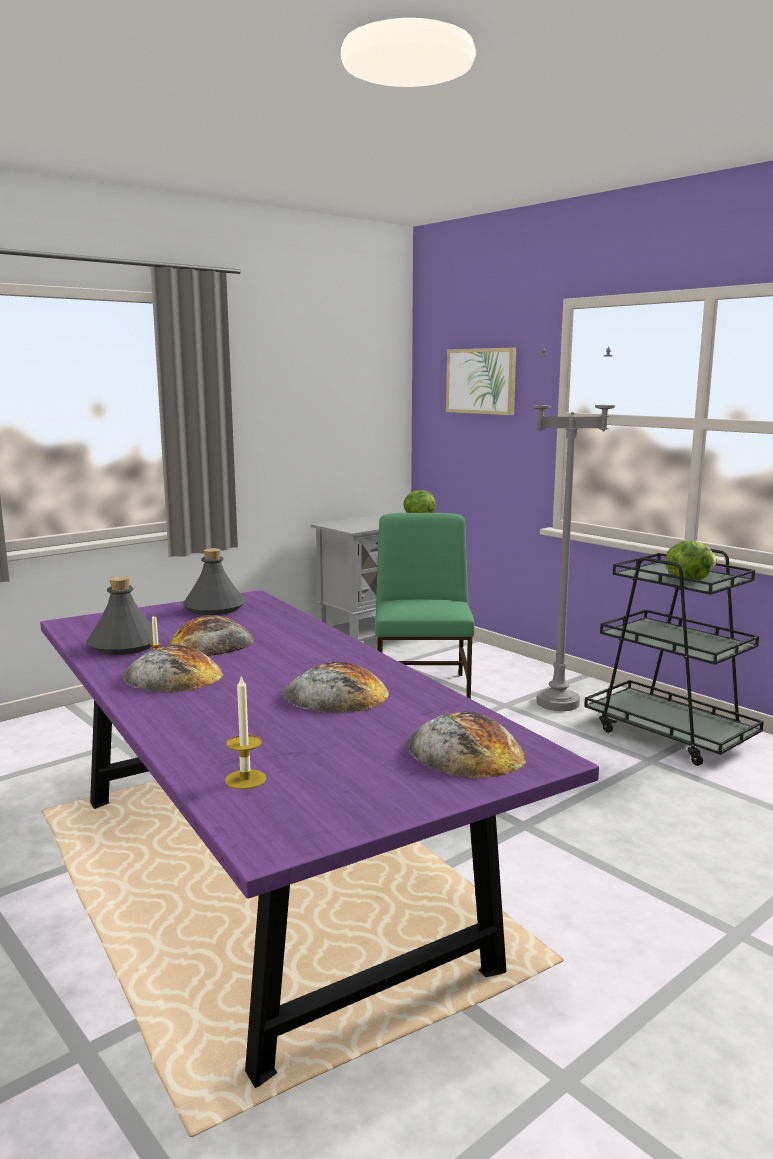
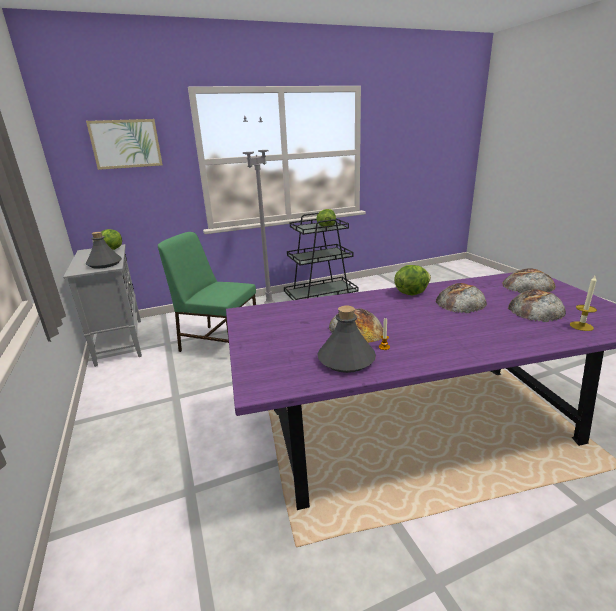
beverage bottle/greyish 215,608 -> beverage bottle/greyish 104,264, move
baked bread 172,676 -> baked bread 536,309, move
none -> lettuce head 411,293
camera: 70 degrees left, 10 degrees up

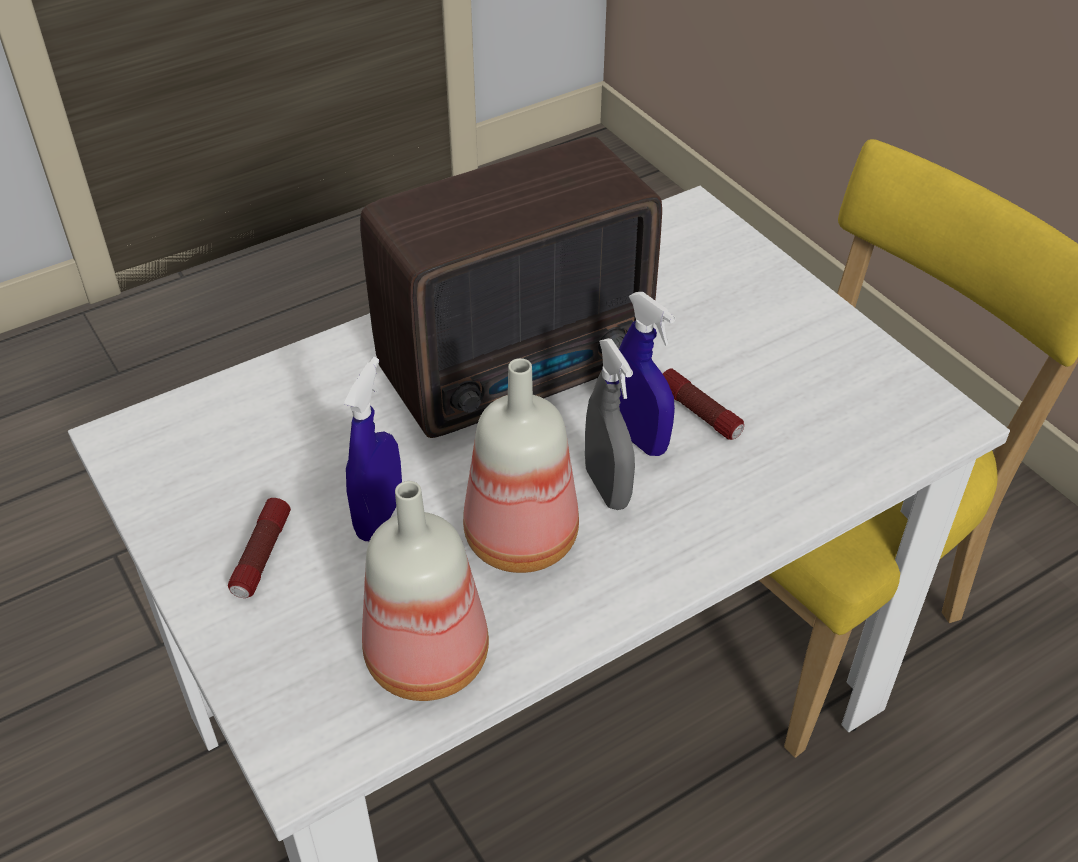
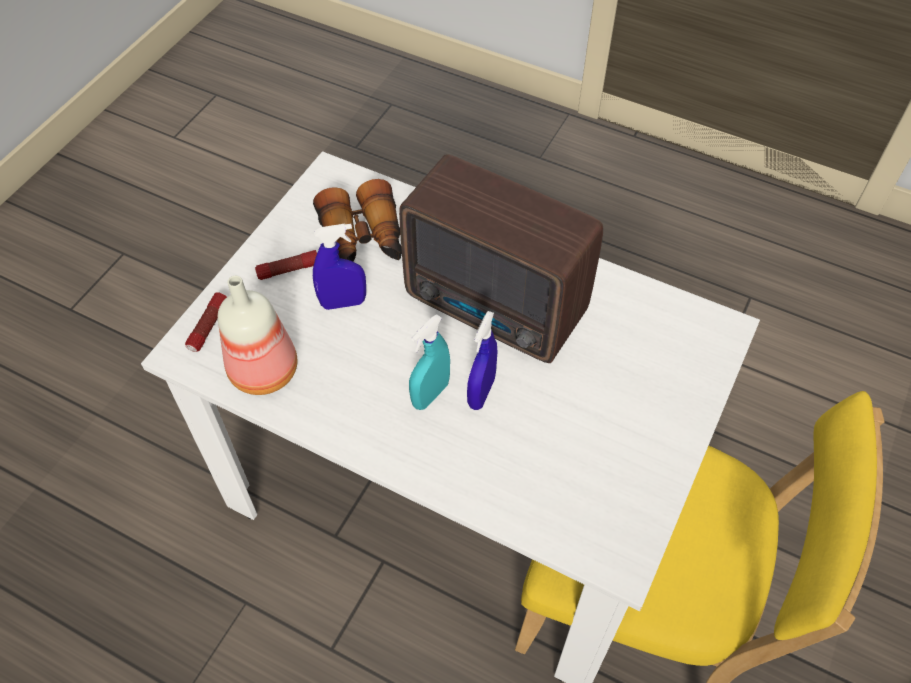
hand sprayer/greyish 607,488 -> hand sprayer/blue-green 430,394
beverage bottle 519,541 -> none
hand torch 699,413 -> hand torch 208,327, move
none -> pair of binoculars 363,240
camera: 60 degrees right, 10 degrees up

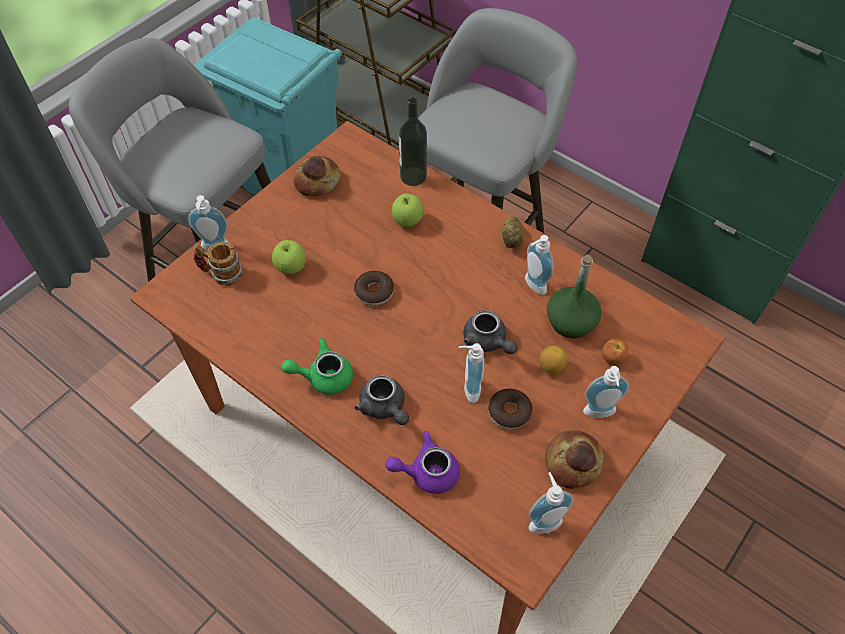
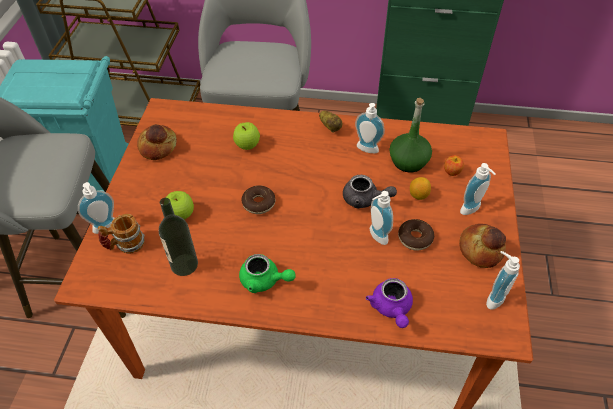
beverage bottle 413,176 -> beverage bottle 184,265, move
teapot/green-coloured 323,377 -> teapot/green-coloured 264,281, 120 degrees counterclockwise
teapot/greyish 384,408 -> none
teapot/purple 426,472 -> teapot/purple 391,308, 60 degrees counterclockwise
camera: 30 degrees left, 5 degrees down

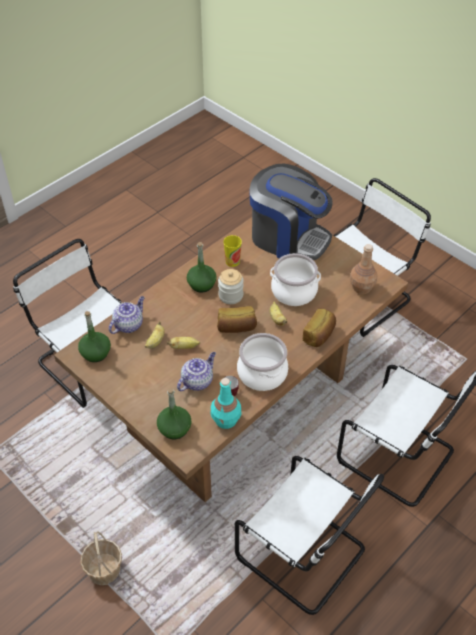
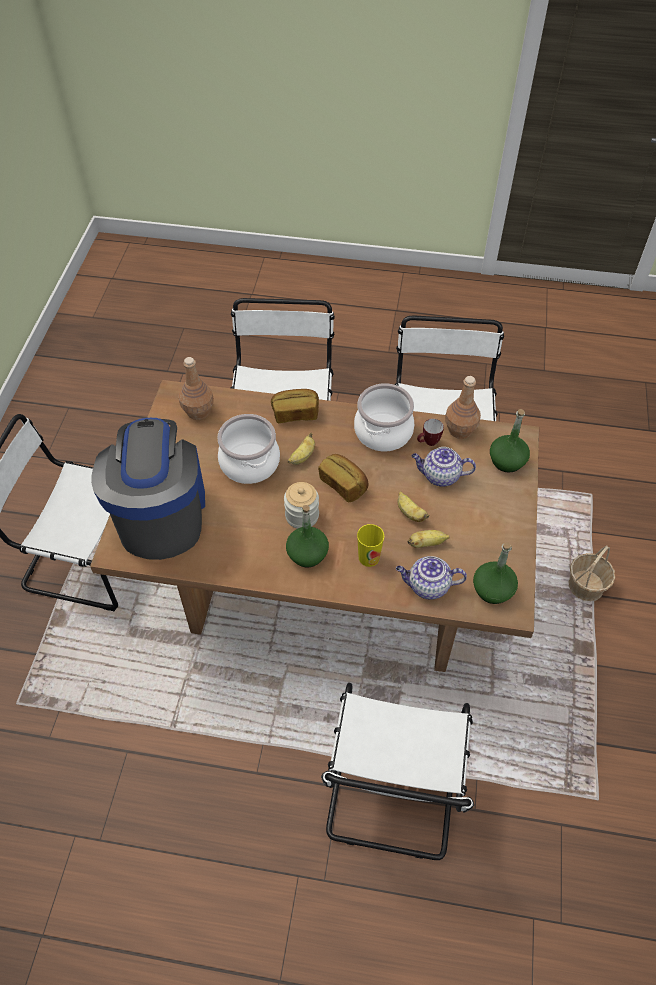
drinking cup 232,261 -> drinking cup 369,557, move
beverage bottle/blue-green 226,420 -> beverage bottle/brown 460,429
camera: 125 degrees left, 5 degrees up

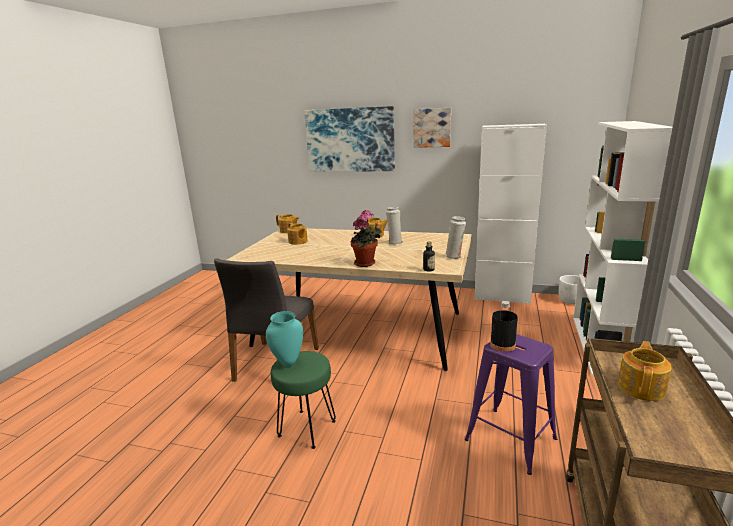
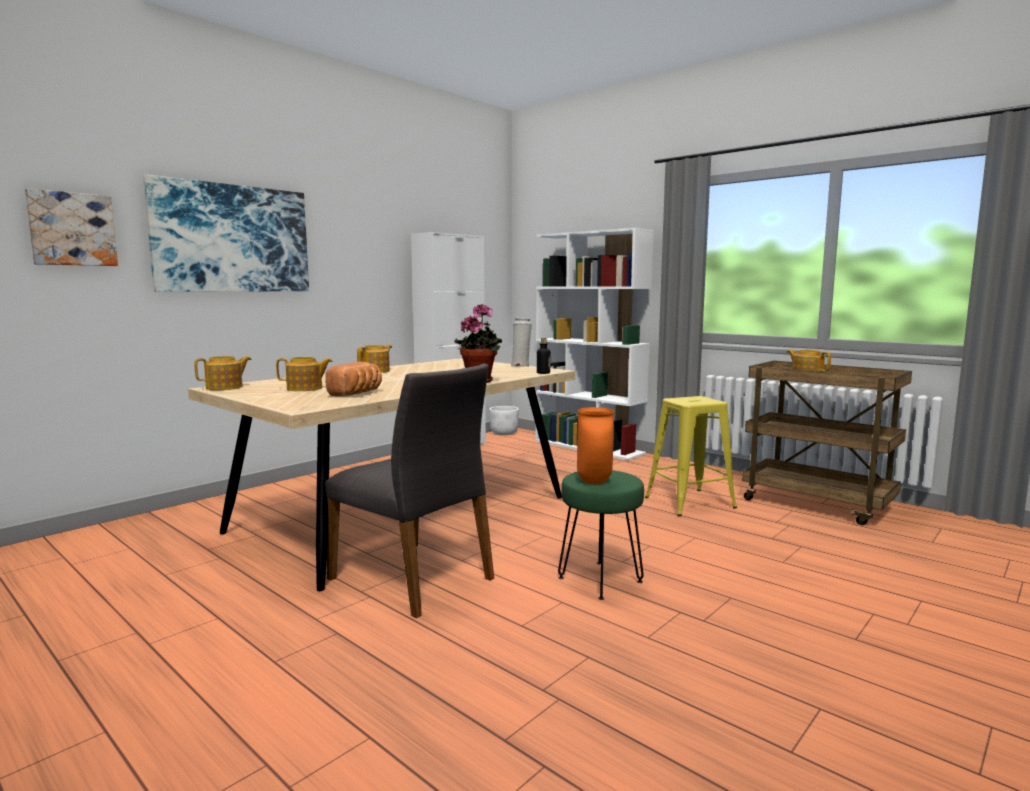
wall art 432,127 -> wall art 72,229, move
flower vase/whitish 394,243 -> none
beverage bottle/black-coloured 502,345 -> none
flower vase/blue-green 288,362 -> flower vase/orangey 593,482
stool seat/purple 510,439 -> stool seat/yellow-coloured 689,502
none -> baked bread 357,393
camera: 65 degrees left, 10 degrees down

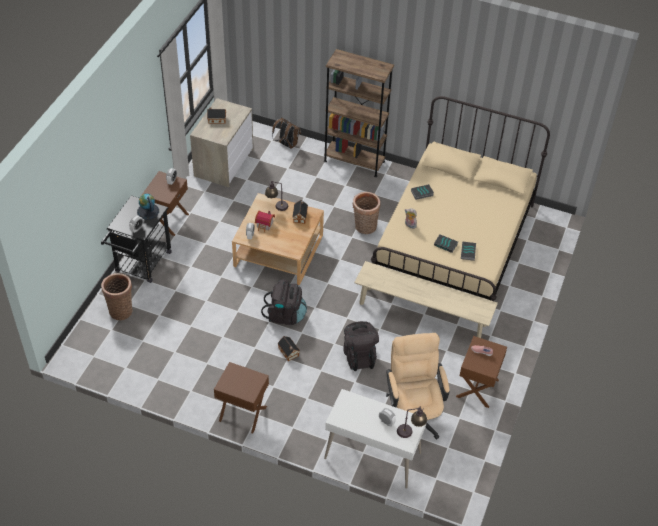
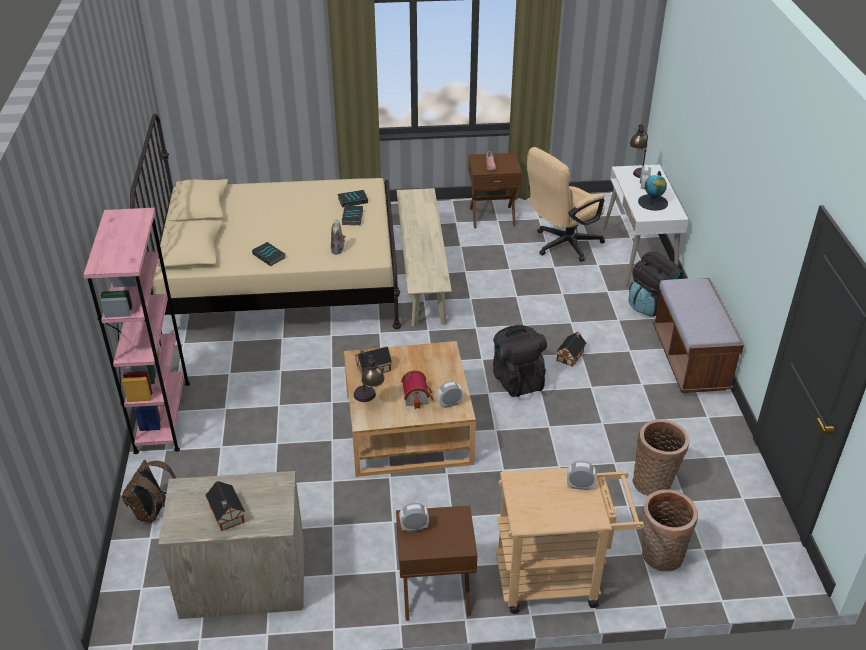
bookcase/brown 354,161 -> bookcase/pink 162,416
storage basket 364,227 -> storage basket 654,483, move
globe 148,211 -> globe 653,202, move
trolley/black-coloured 141,265 -> trolley/beige-coloured 557,578
backpack/black-coloured 359,356 -> backpack/black-coloured 652,305, move
bedside table/brown 242,414 -> long seat/brown 690,360
camera: 115 degrees left, 10 degrees down

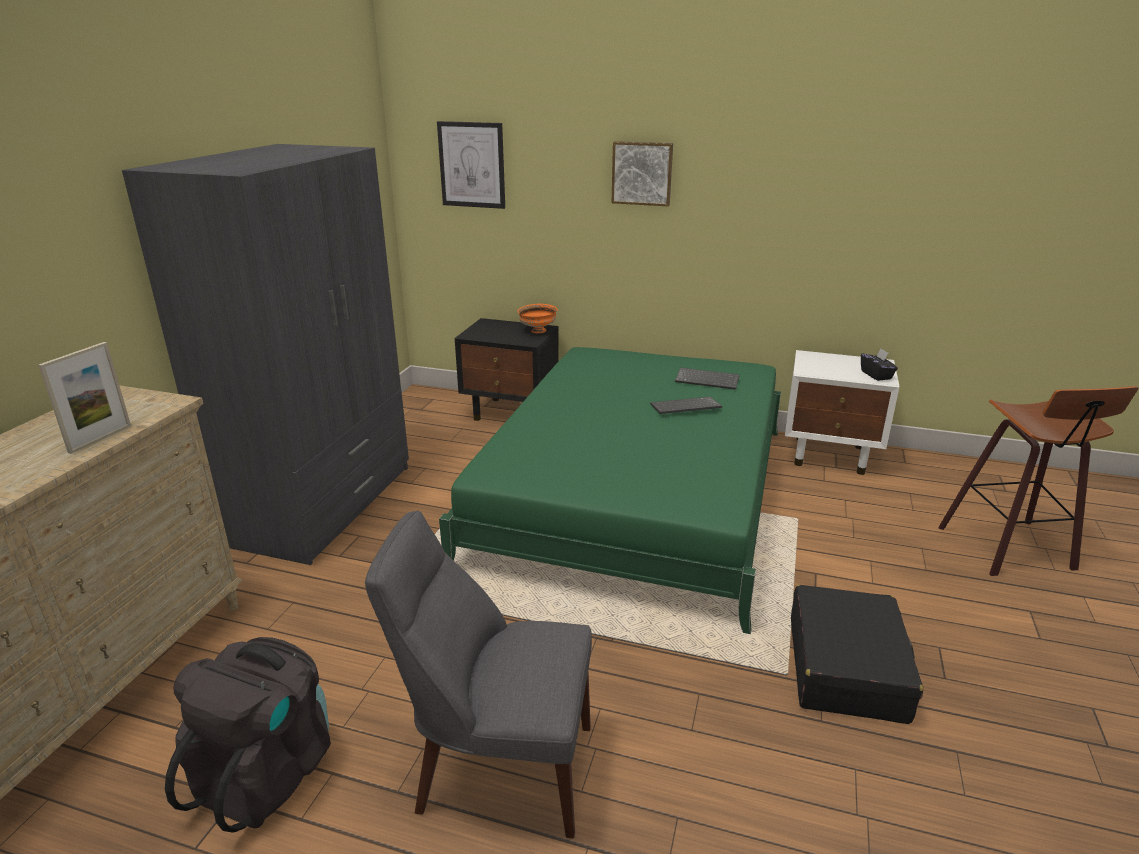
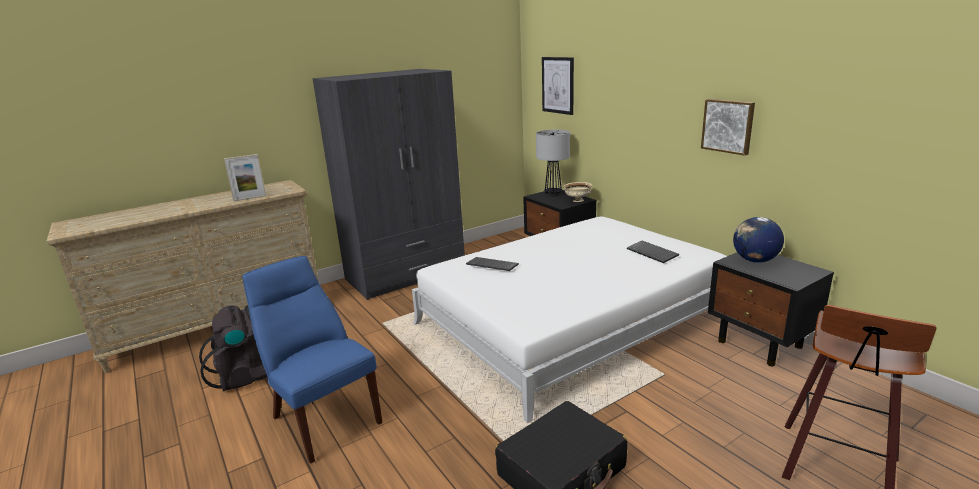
wall art 642,173 -> wall art 728,126, move
serving bowl/orangey 538,331 -> serving bowl/beige-coloured 577,200
sleeping bed/green-coloured 634,492 -> sleeping bed/whitish 571,320
tissue holder/black-coloured 876,375 -> none
bedside table/whitish 830,455 -> bedside table/black-coloured 760,344
PC keyboard 685,408 -> PC keyboard 491,265, move
upright chair/greyish 498,767 -> upright chair/blue-coloured 323,418
none -> table lamp 552,193
none -> globe 754,260
camera: 40 degrees right, 5 degrees down

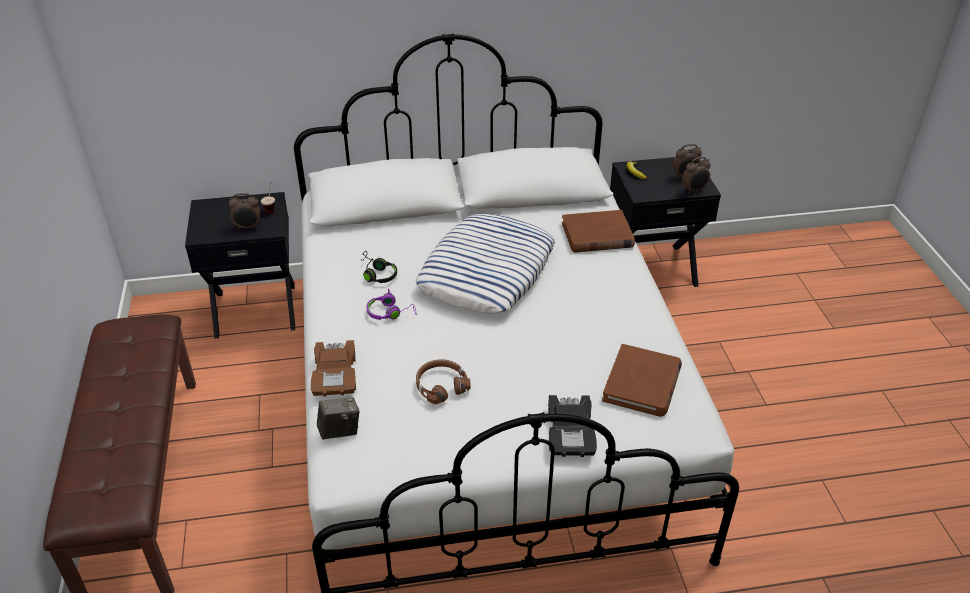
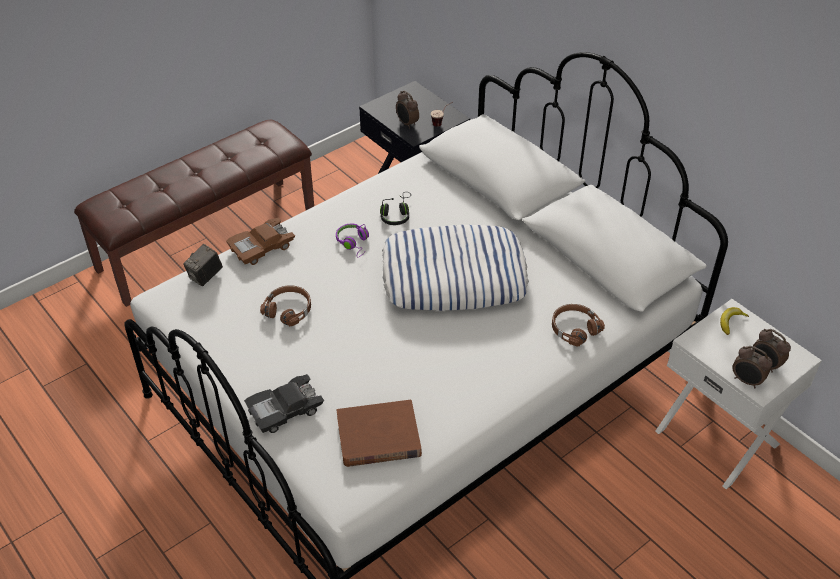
bedside table/black-coloured 651,268 -> bedside table/whitish 718,436
volume/brown 597,235 -> pair of headphones/brown 574,328
still camera 339,431 -> still camera 205,277, 90 degrees clockwise
camera: 60 degrees right, 5 degrees up

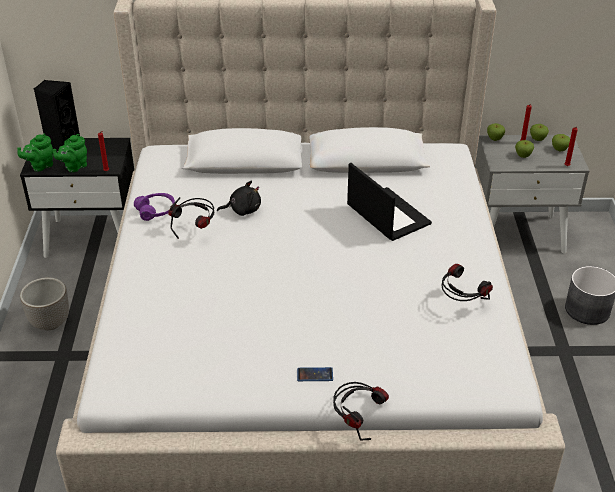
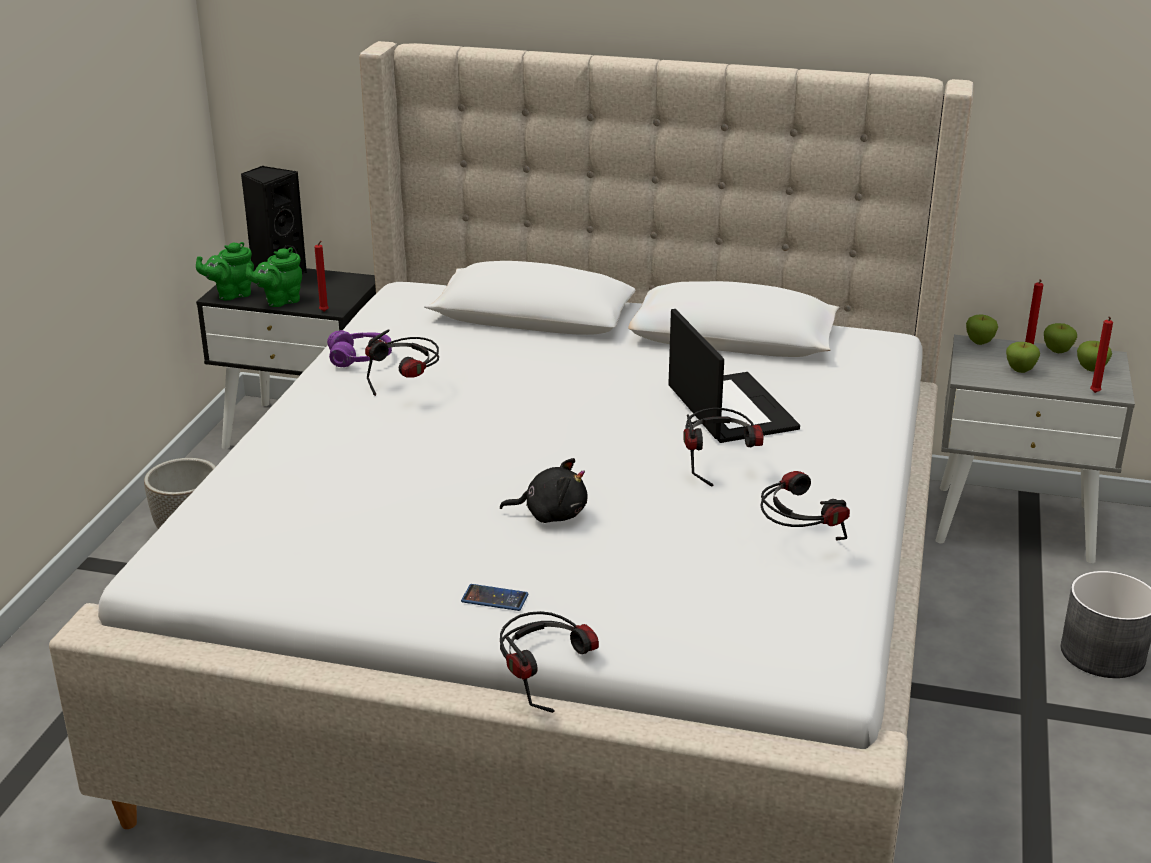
cuddly toy/black-coloured 243,210 -> cuddly toy/black-coloured 551,514, move
none -> pair of headphones 718,468
camera: 15 degrees right, 10 degrees down

